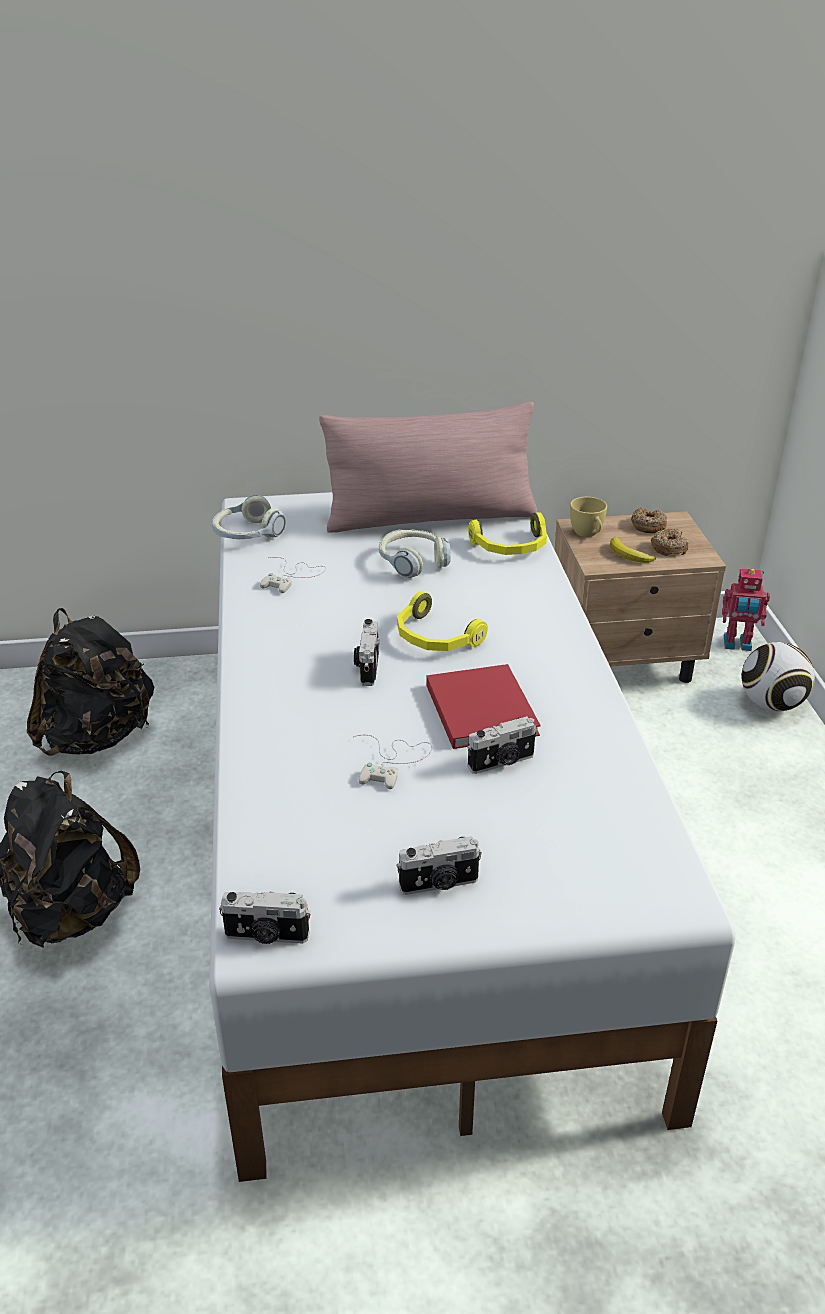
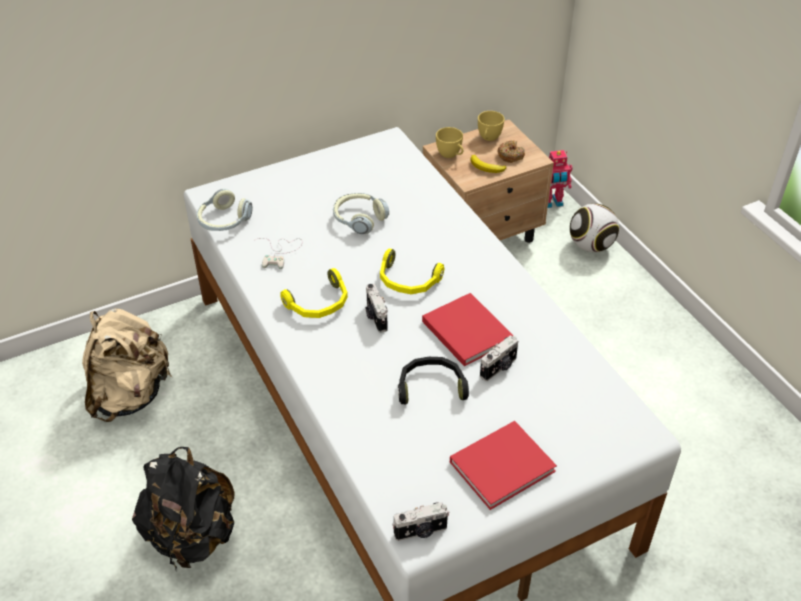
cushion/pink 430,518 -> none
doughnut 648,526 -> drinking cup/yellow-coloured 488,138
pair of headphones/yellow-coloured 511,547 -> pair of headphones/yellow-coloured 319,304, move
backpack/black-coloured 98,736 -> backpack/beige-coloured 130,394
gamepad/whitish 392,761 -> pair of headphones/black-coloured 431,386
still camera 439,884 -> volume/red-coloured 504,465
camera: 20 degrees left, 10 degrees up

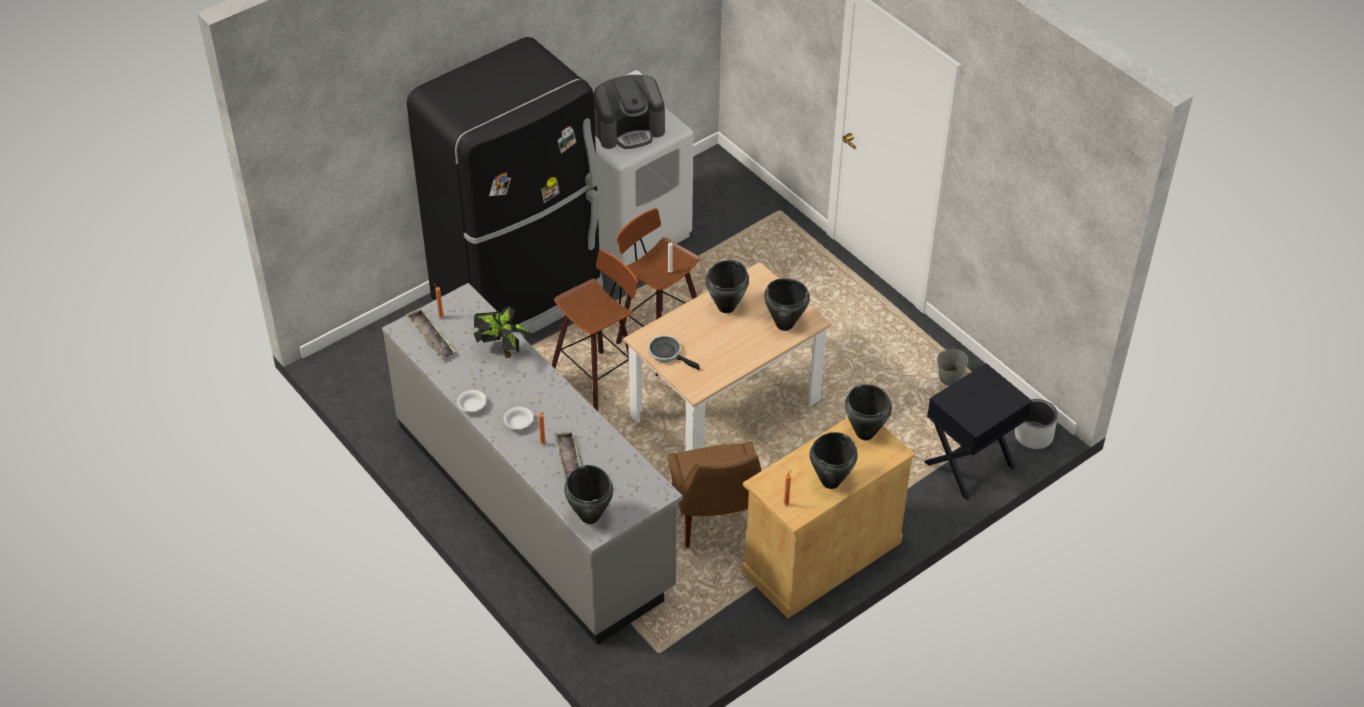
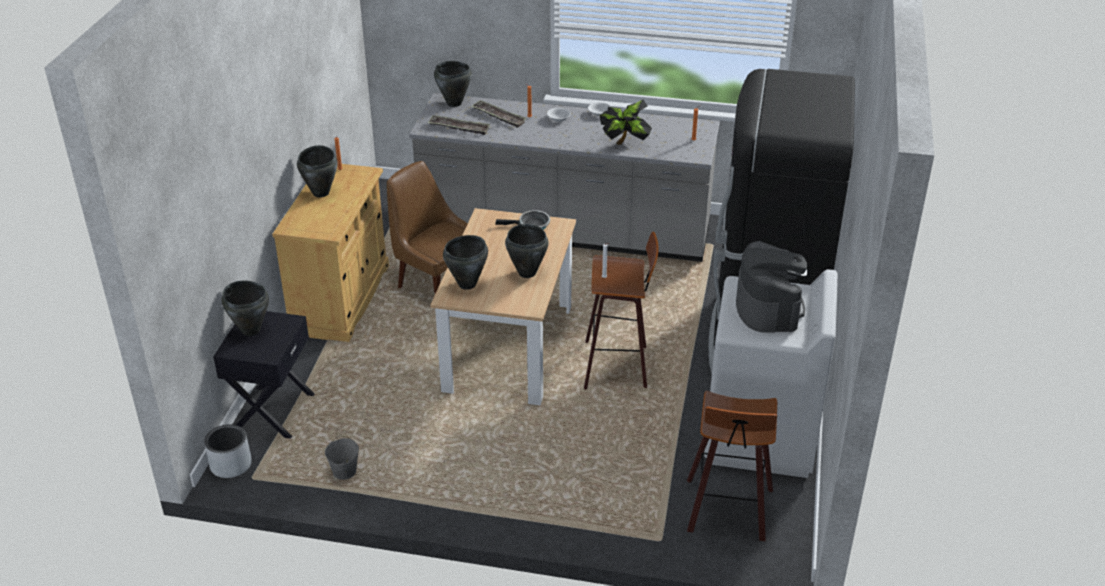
coffee brewer 629,130 -> coffee brewer 768,307, 150 degrees clockwise
stool seat 599,382 -> stool seat 728,512, move
serving tray 431,336 -> serving tray 459,128, move
stockpot/black-coloured 865,433 -> stockpot/black-coloured 251,330, move
camera: 140 degrees right, 10 degrees down

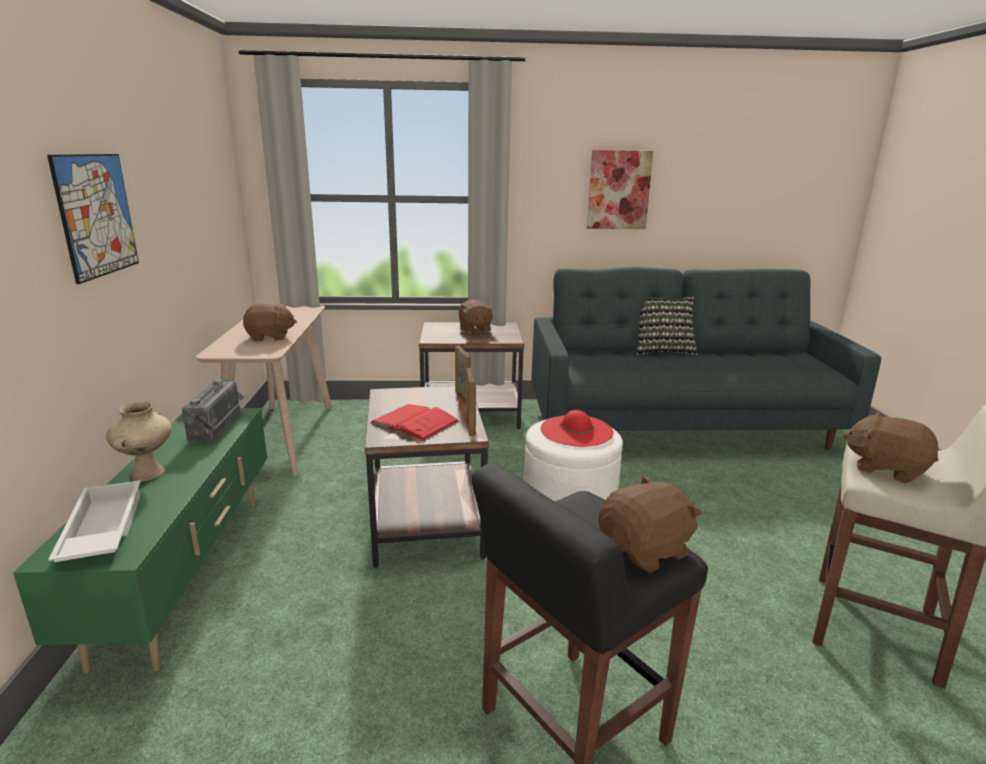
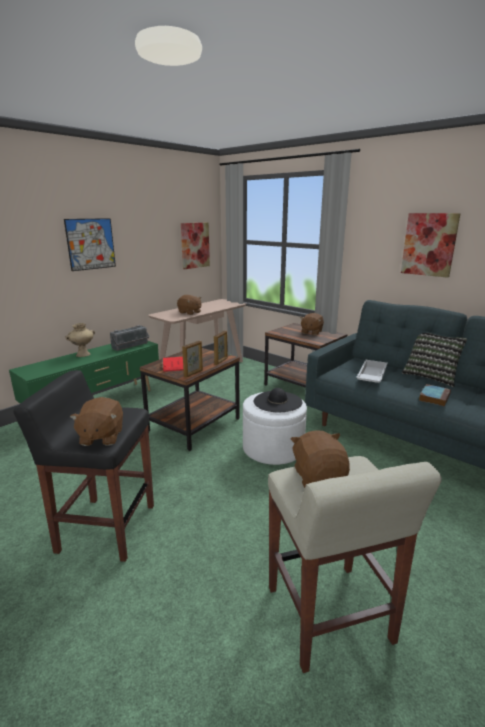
wearable hat/red-coloured 577,430 -> wearable hat/black-coloured 277,401
cuddly toy/brown 645,550 -> cuddly toy/brown 101,437, 75 degrees clockwise
serving tray/whitish 101,530 -> serving tray/whitish 371,376, move
none -> wall art 195,245
none -> volume 434,397
camera: 45 degrees right, 0 degrees up

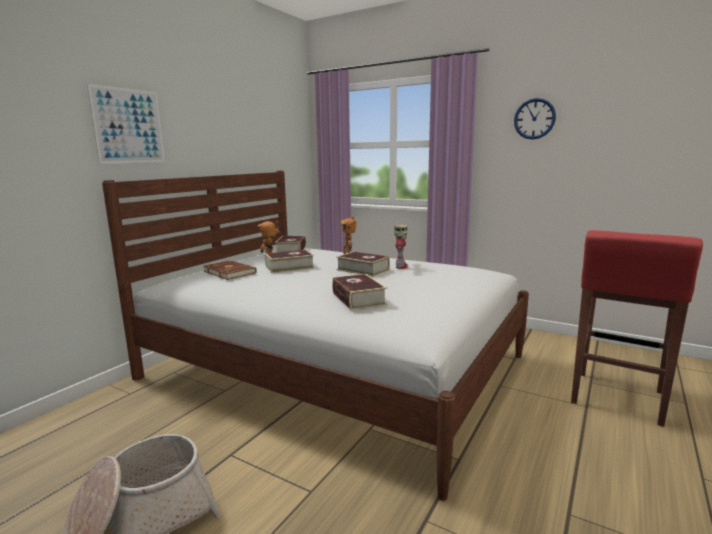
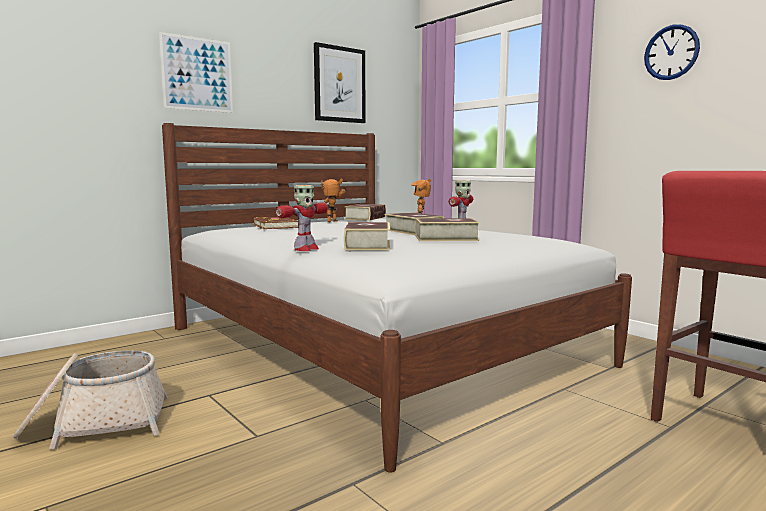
volume 289,267 -> volume 446,238, move
none -> wall art 339,84
none -> model robot 305,249
camera: 20 degrees right, 5 degrees down

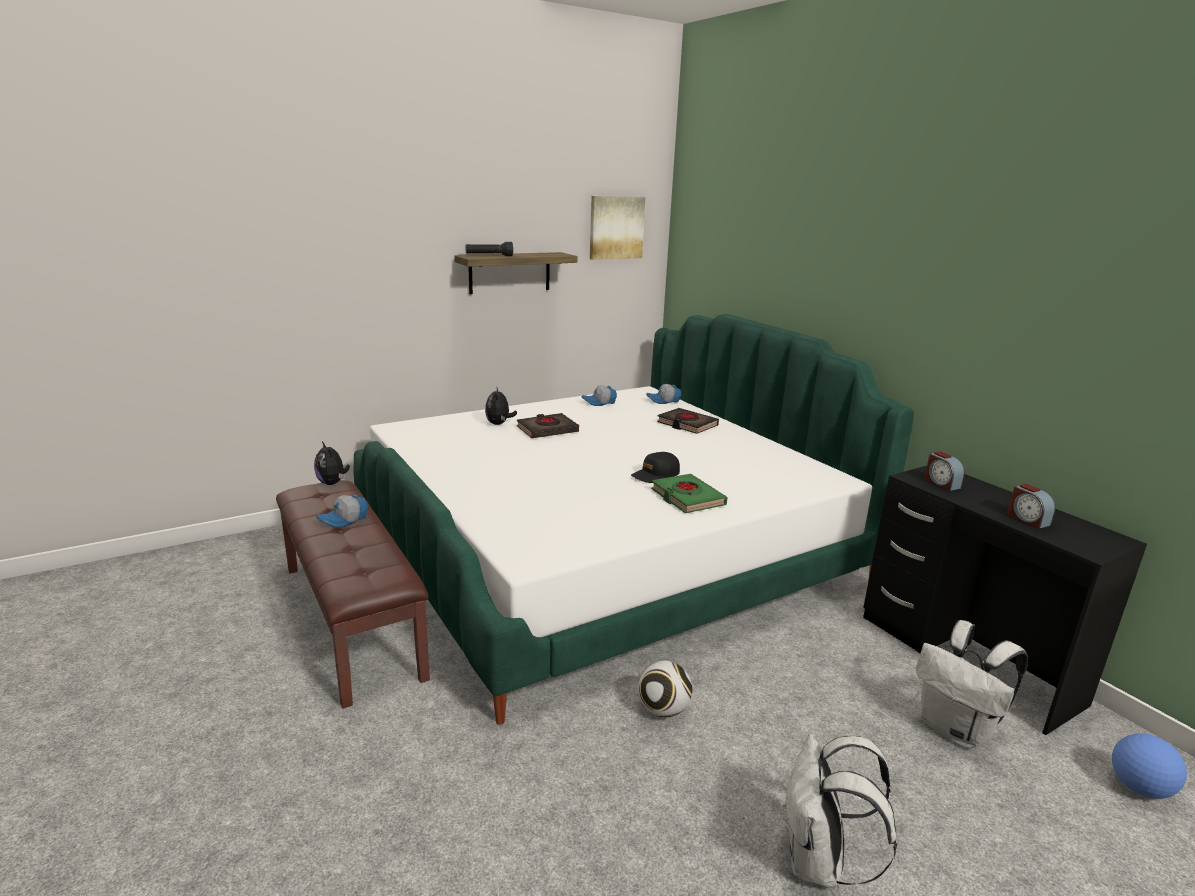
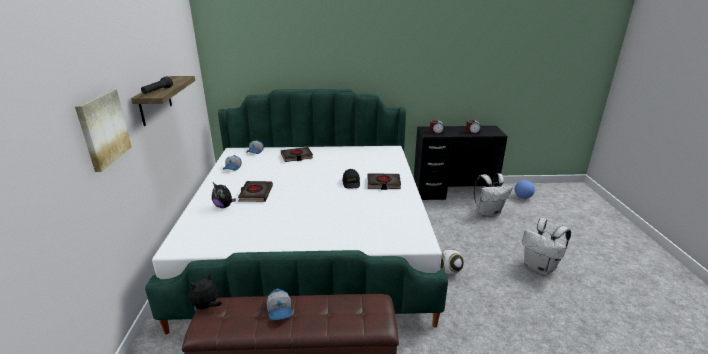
wall art 616,227 -> wall art 103,129, move
cuddly toy 332,483 -> cuddly toy 207,306, 135 degrees clockwise
volume/green-coloured 687,498 -> volume/black-coloured 383,183
camera: 60 degrees left, 5 degrees up

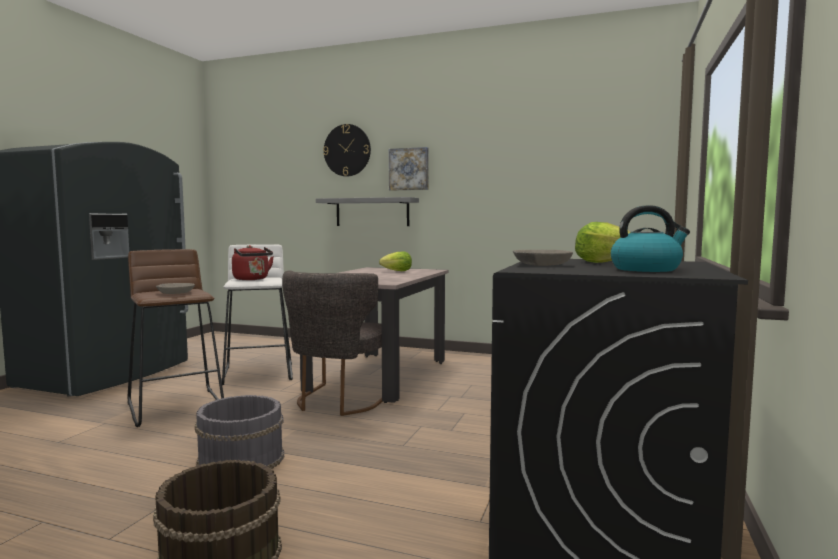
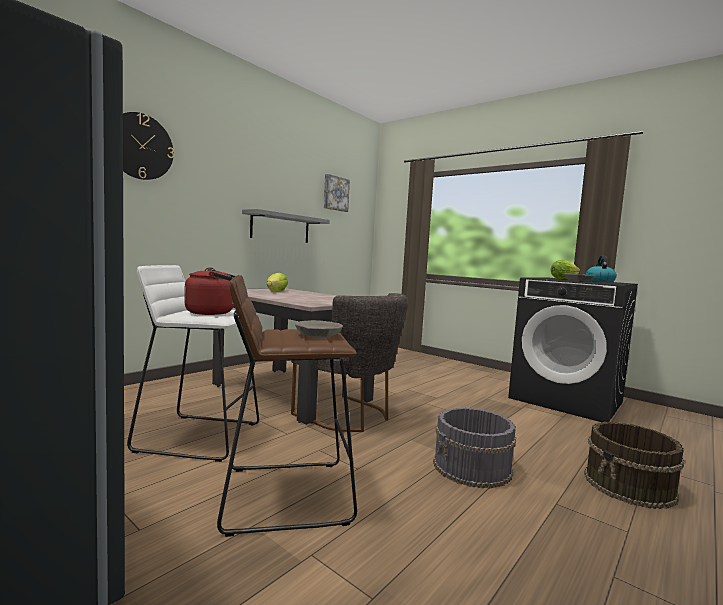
wall art 409,169 -> wall art 335,193, move
wall shelf/greyish 372,212 -> wall shelf/greyish 280,227, move
camera: 70 degrees left, 0 degrees up

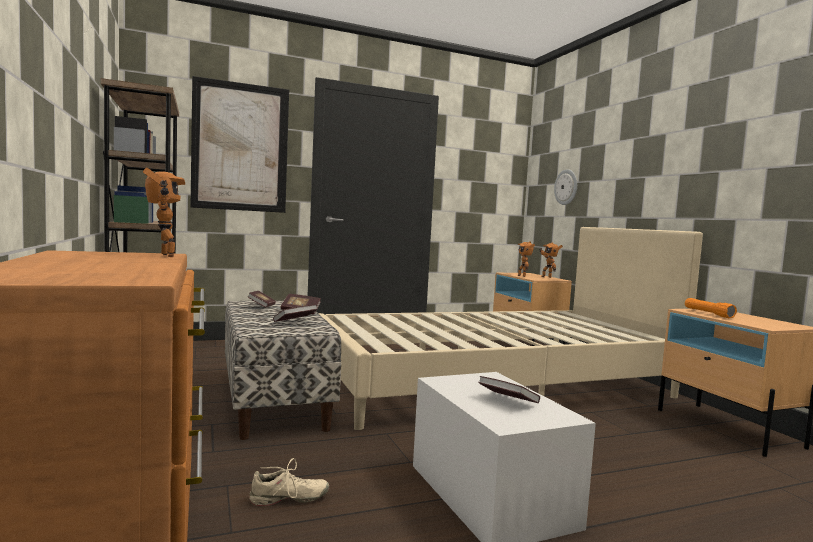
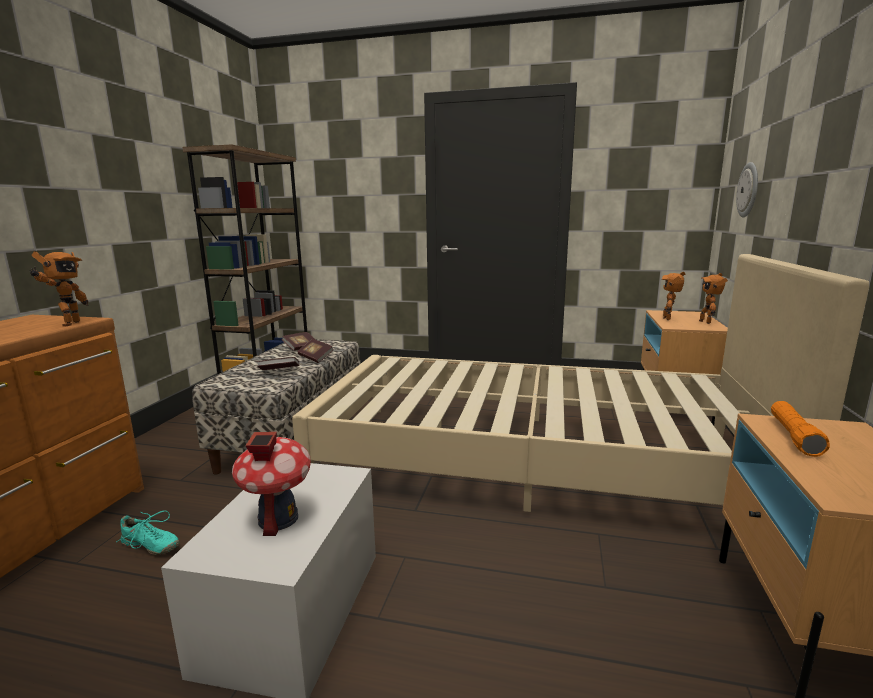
wall art 240,147 -> none
volume 507,401 -> miniature house 278,519
low shoe/beige-coloured 289,499 -> low shoe/blue-green 150,546
camera: 35 degrees right, 10 degrees up

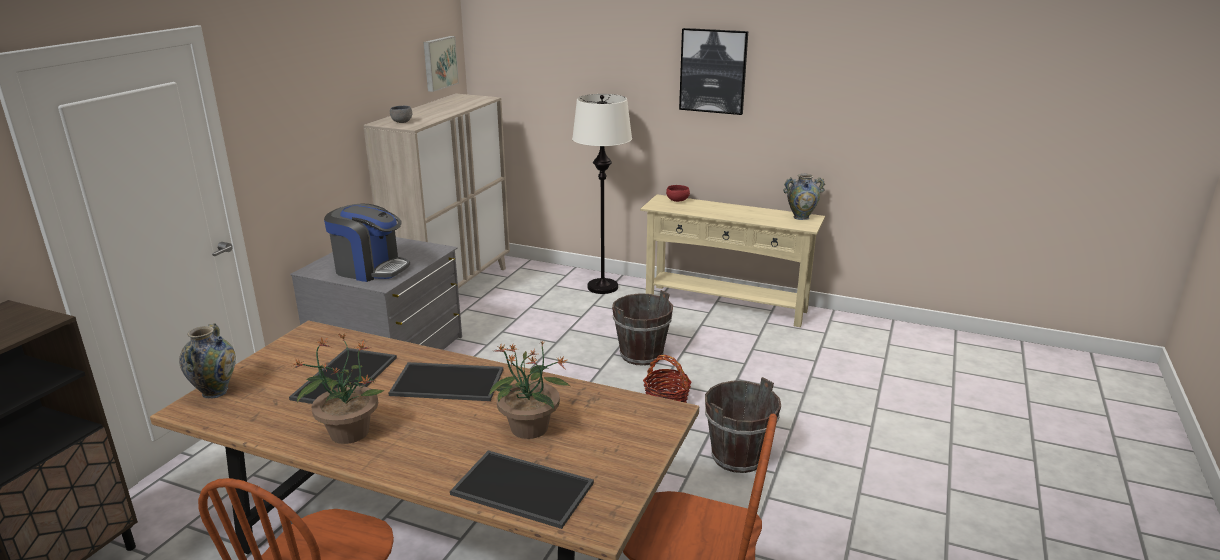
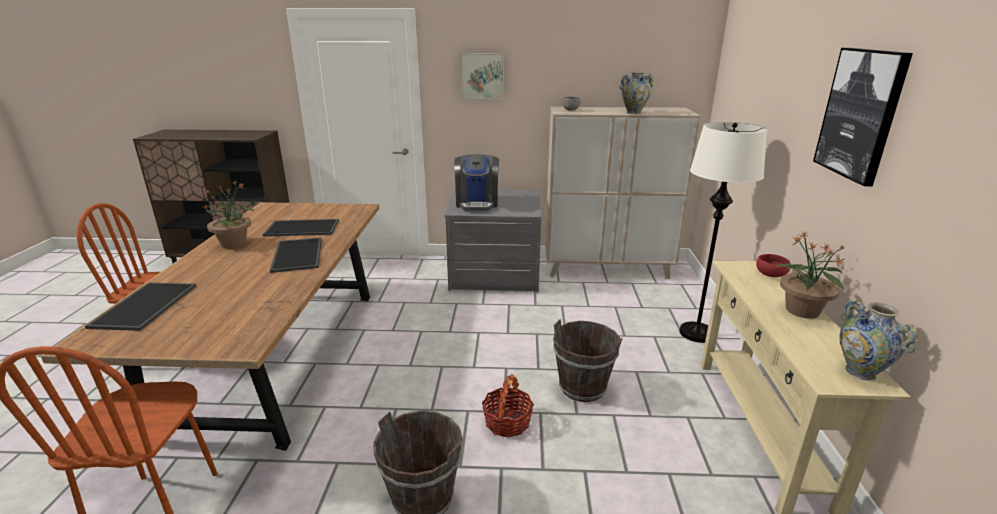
wall art 439,63 -> wall art 482,76, move
flower vase 215,391 -> flower vase 634,113, move
potted plant 530,428 -> potted plant 802,311, move
camera: 70 degrees right, 0 degrees up

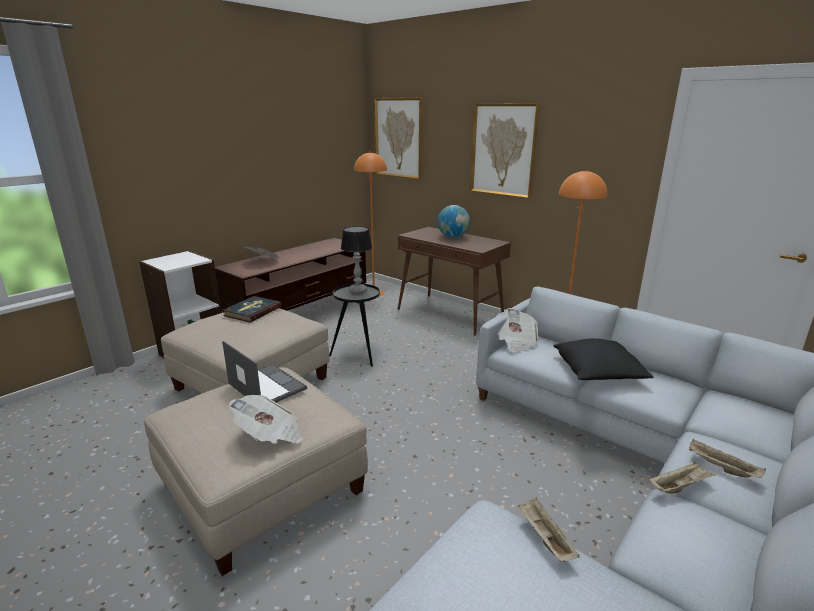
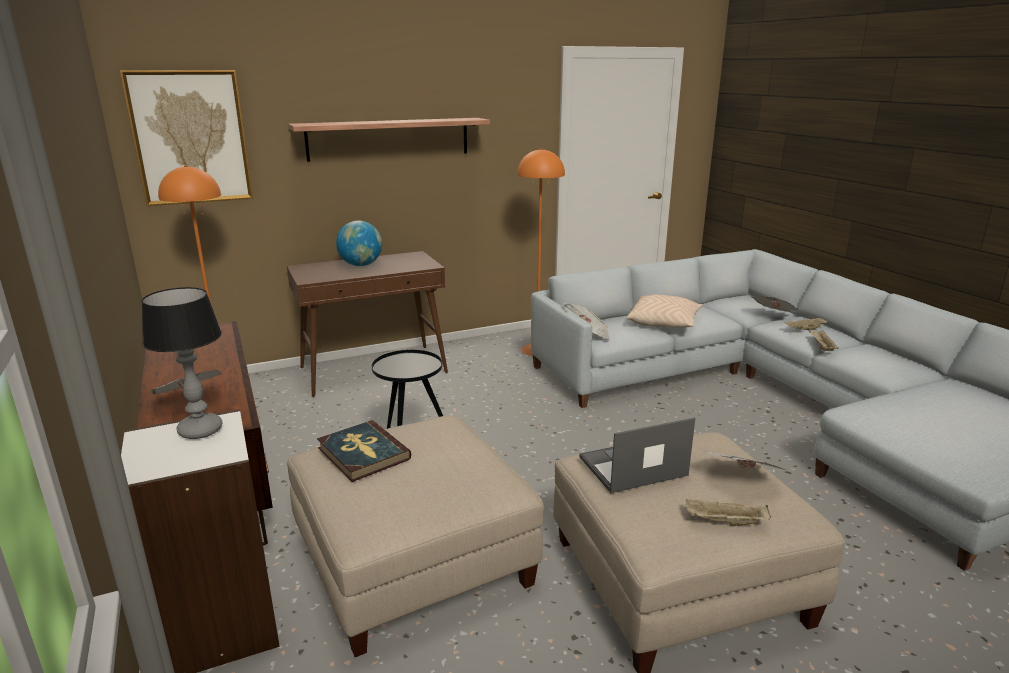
wall art 503,150 -> wall shelf 389,139
table lamp 357,291 -> table lamp 199,430, move
cushion/black-coloured 598,373 -> cushion/beige-coloured 664,323
serving tray/beige-coloured 544,538 -> serving tray/beige-coloured 724,522, move
none -> daily paper 774,316
camera: 65 degrees left, 0 degrees up

